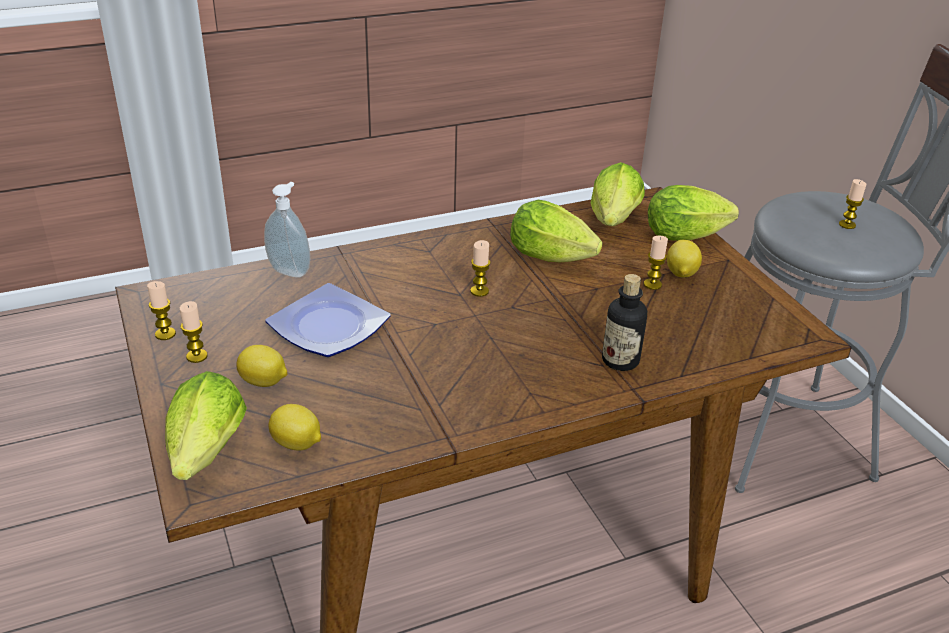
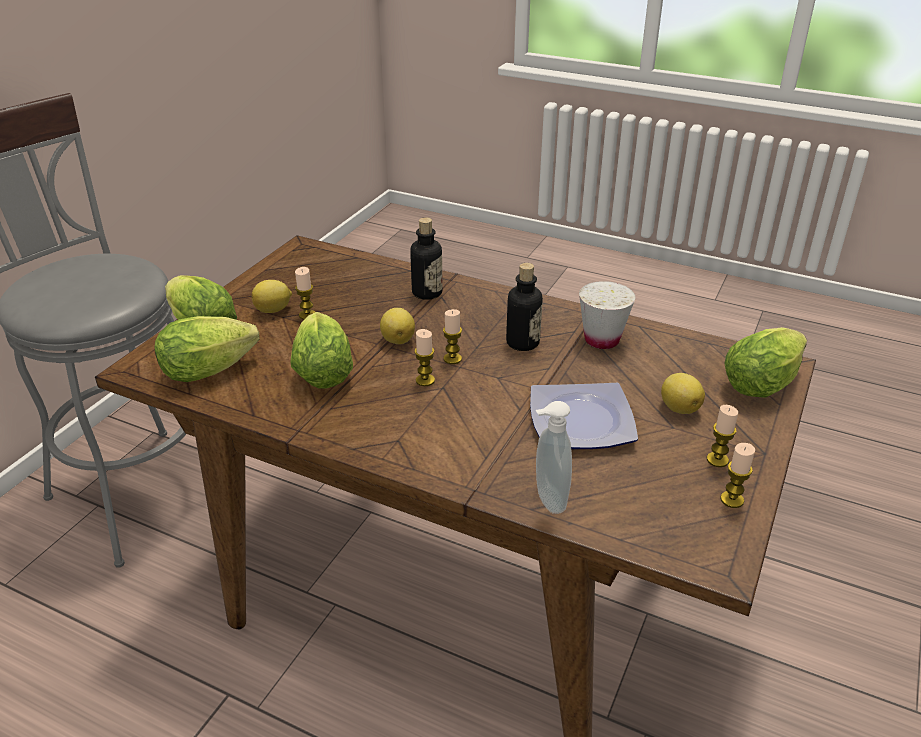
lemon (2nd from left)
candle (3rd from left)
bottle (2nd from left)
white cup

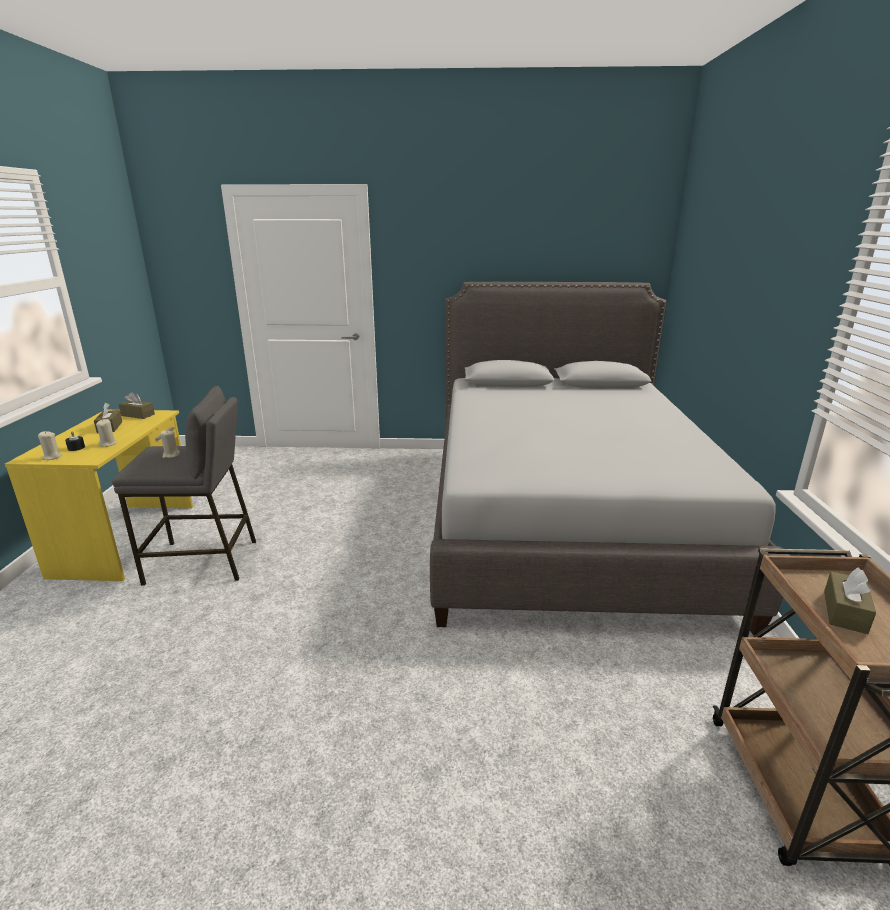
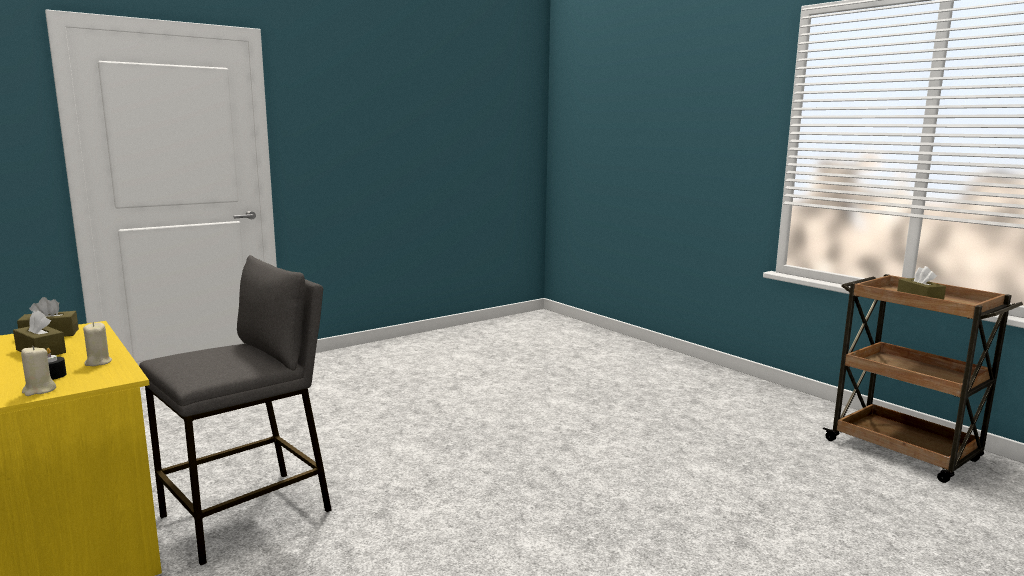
beige candle (3rd from left in the first image)
grey bed

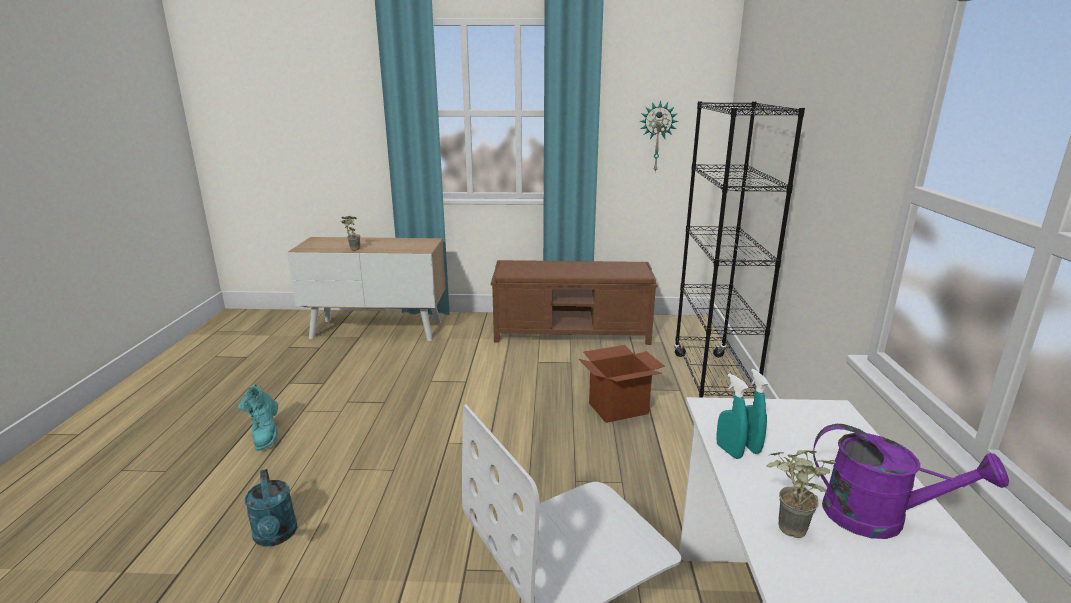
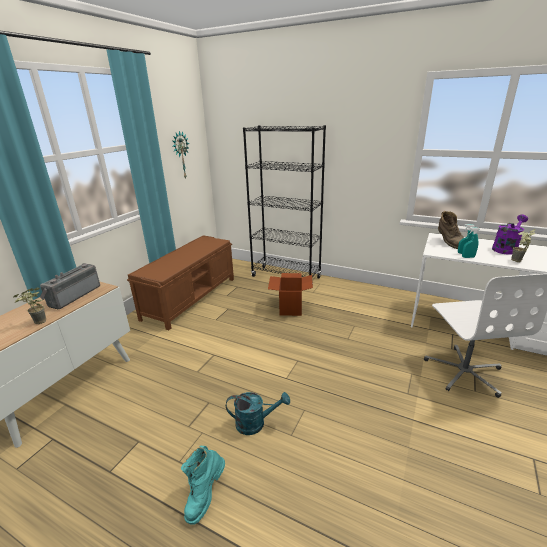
radio
turquoise boot
turquoise watering can
brown boot

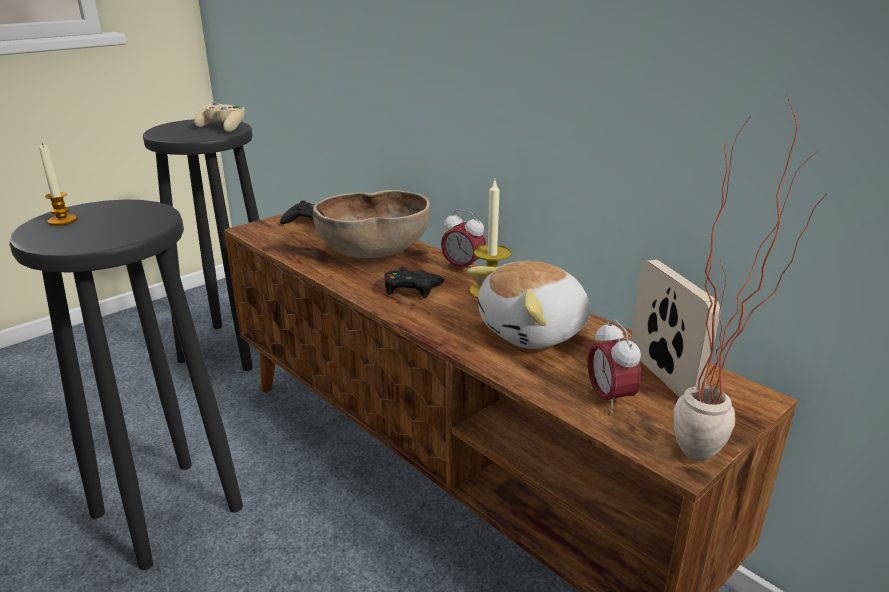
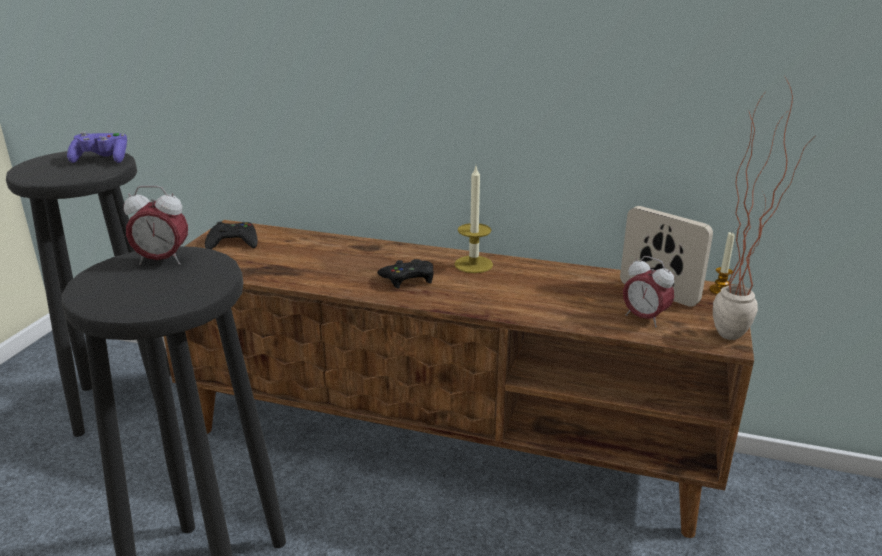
purple game controller
alarm clock (1st from left)
candle (2nd from left)
brown bowl
plush toy

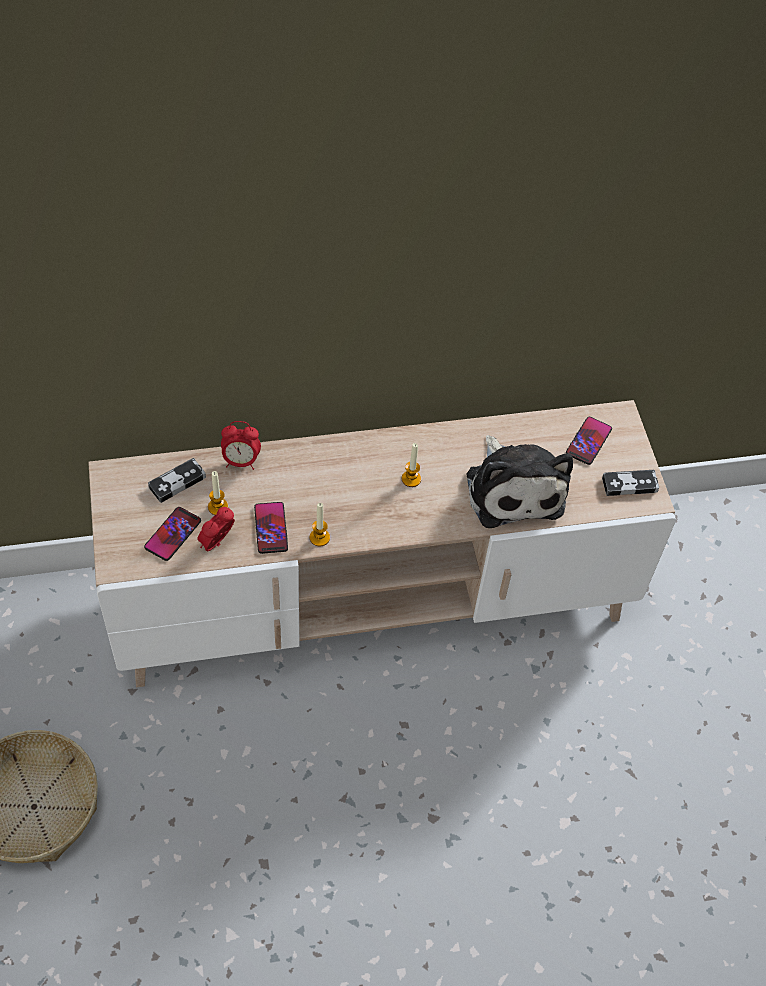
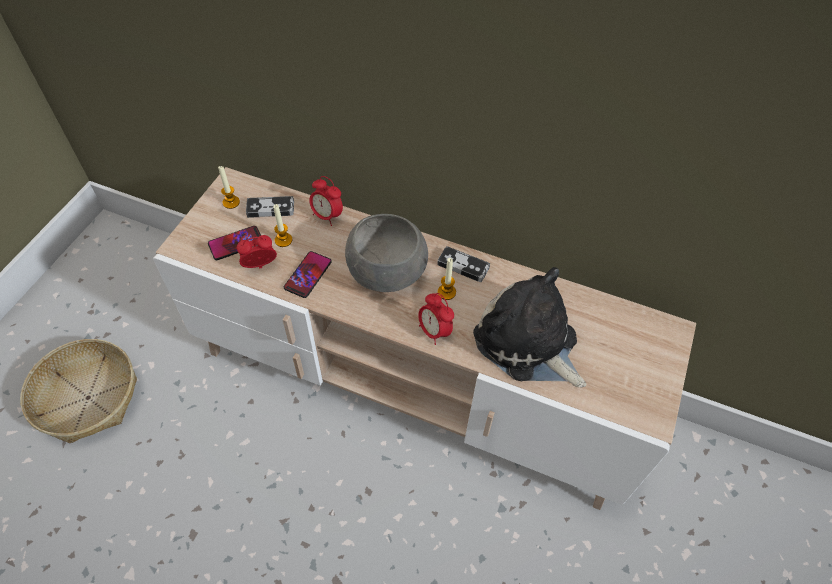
candle (1st from left)
grey bowl
alarm clock (3rd from left)
game controller (2nd from left)
plush toy
phone (3rd from left in the first image)

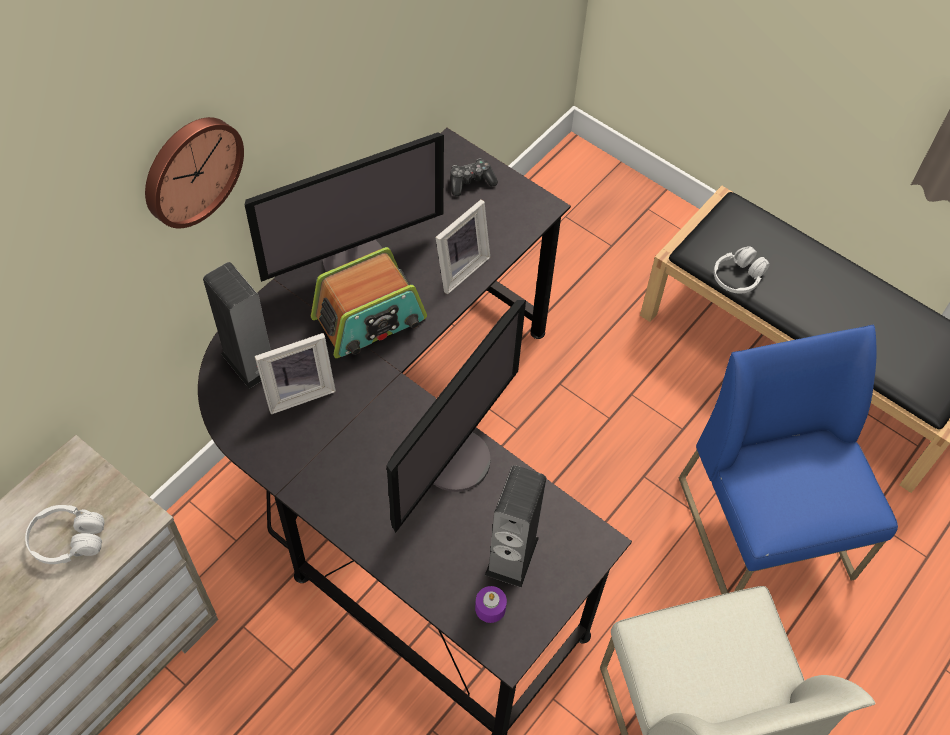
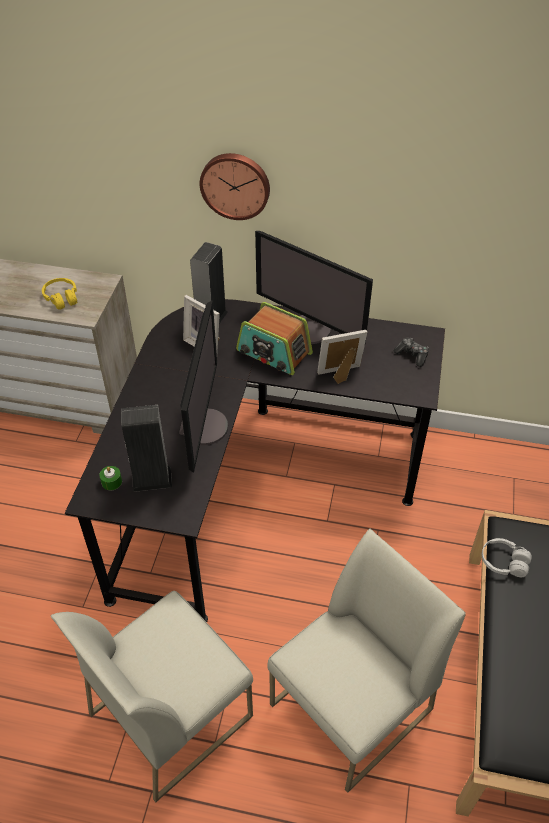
yellow headphones
green candle
monitor (1st from left)
white chair (2nd from left)
picture frame (2nd from left)

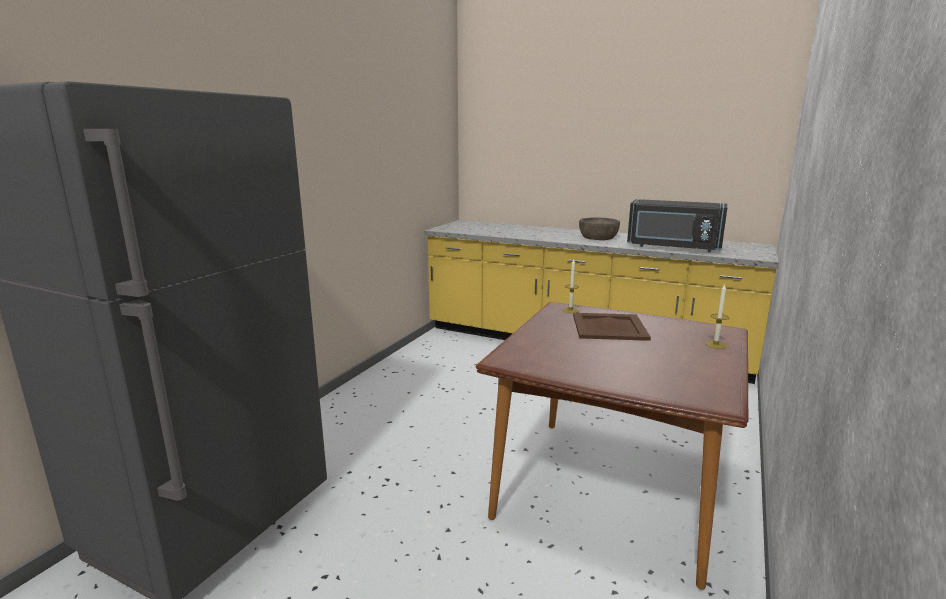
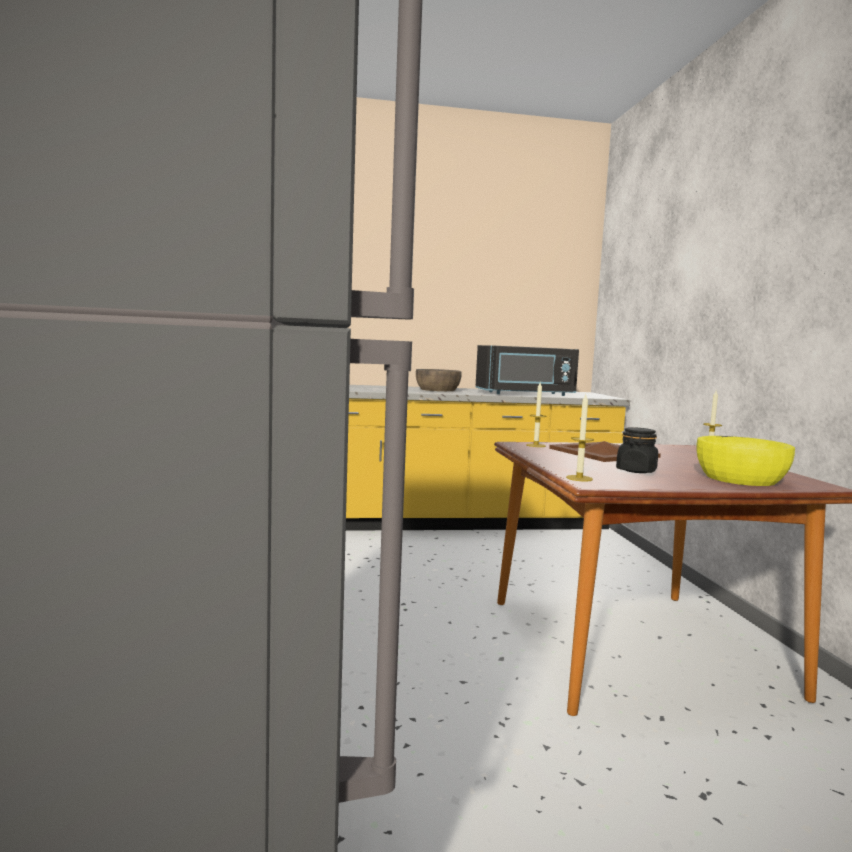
candle (2nd from left)
black jar
yellow bowl

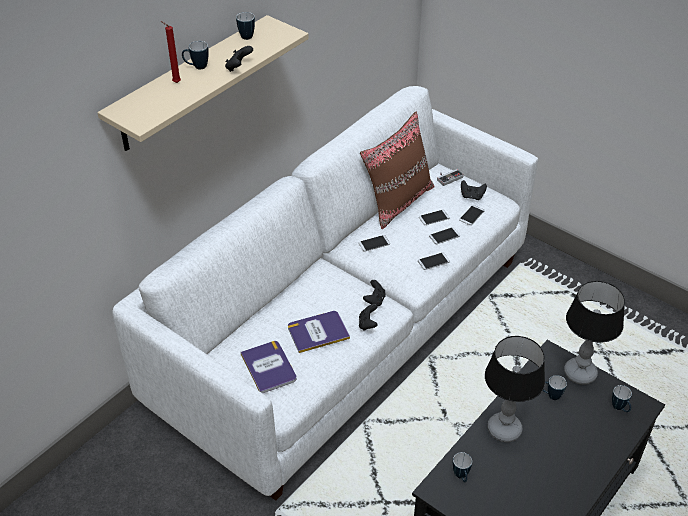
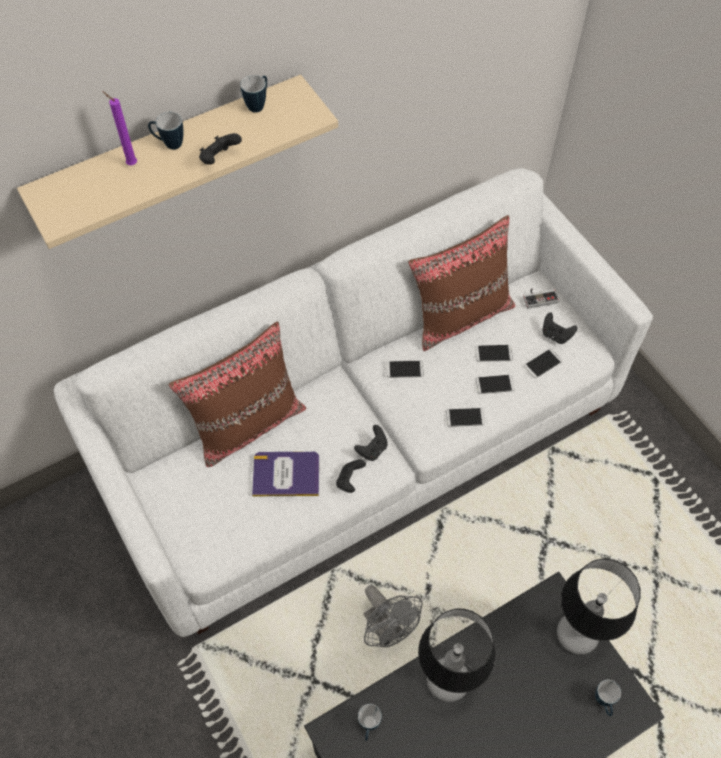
purple candle
brown pillow (1st from left)
grey fan
book (1st from left in the first image)
mug (4th from left in the first image)

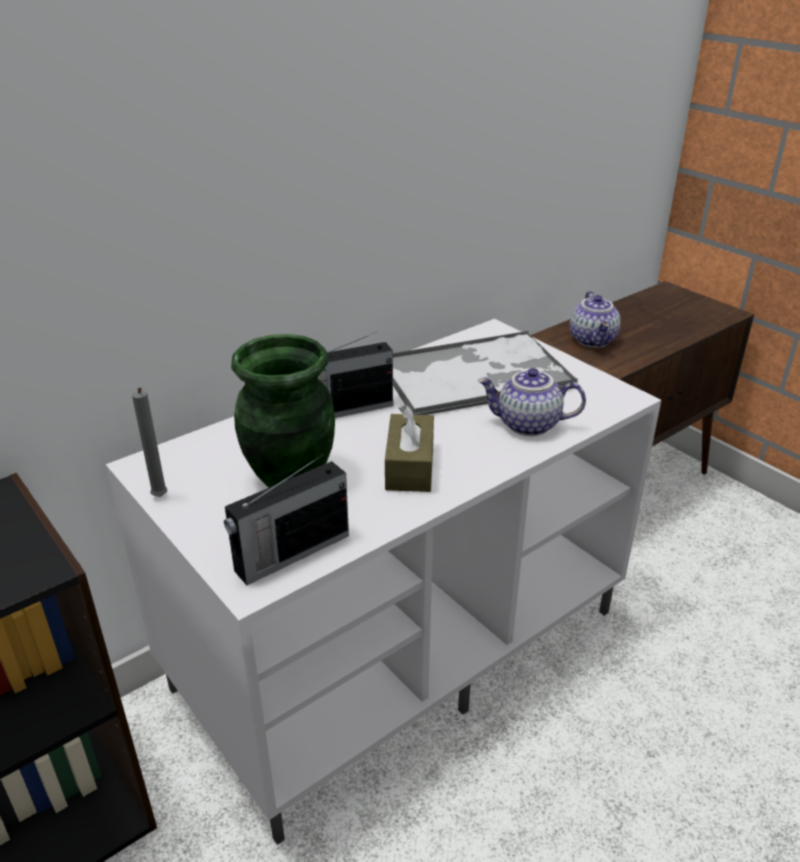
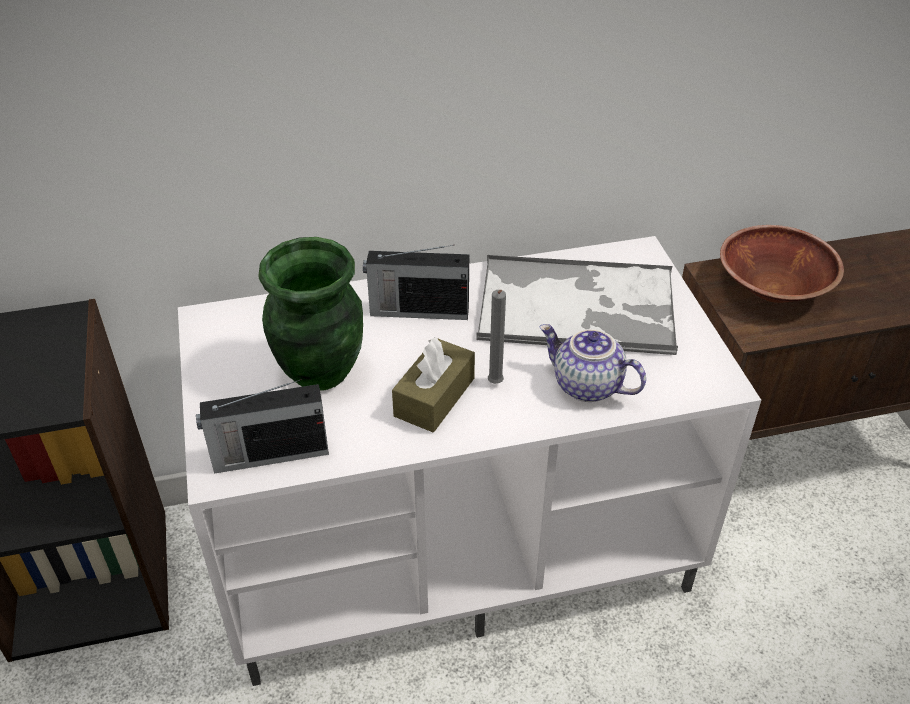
grey candle
brown bowl

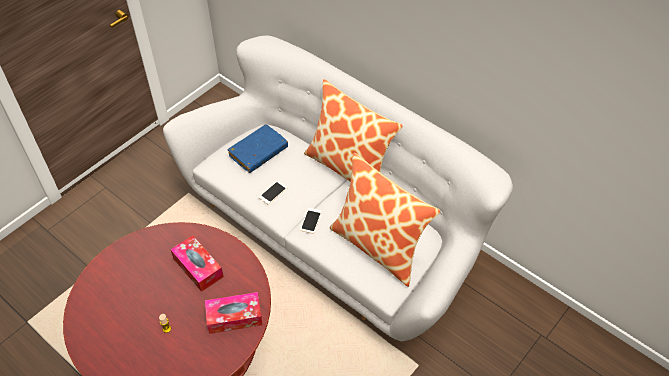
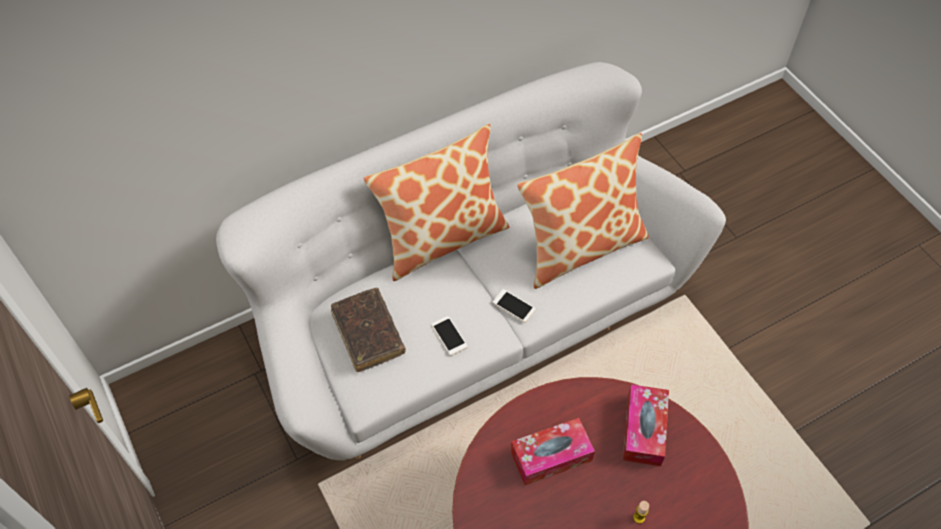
brown book

